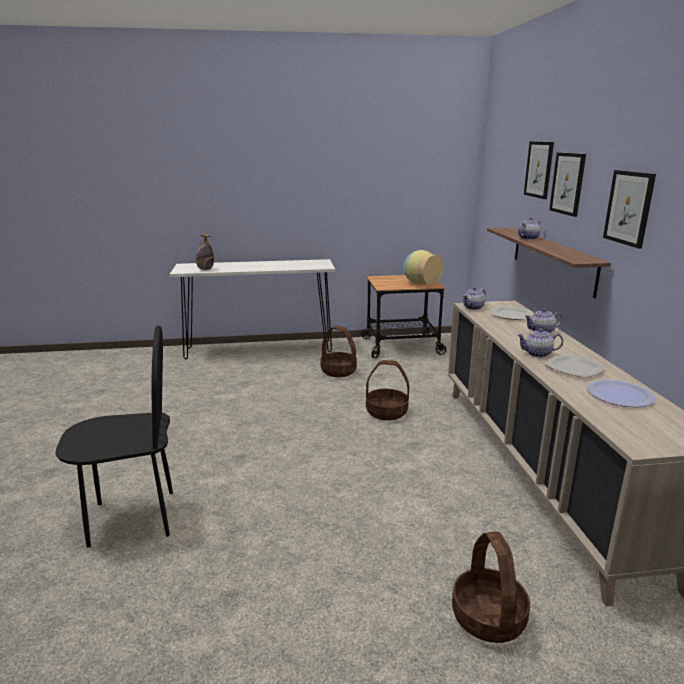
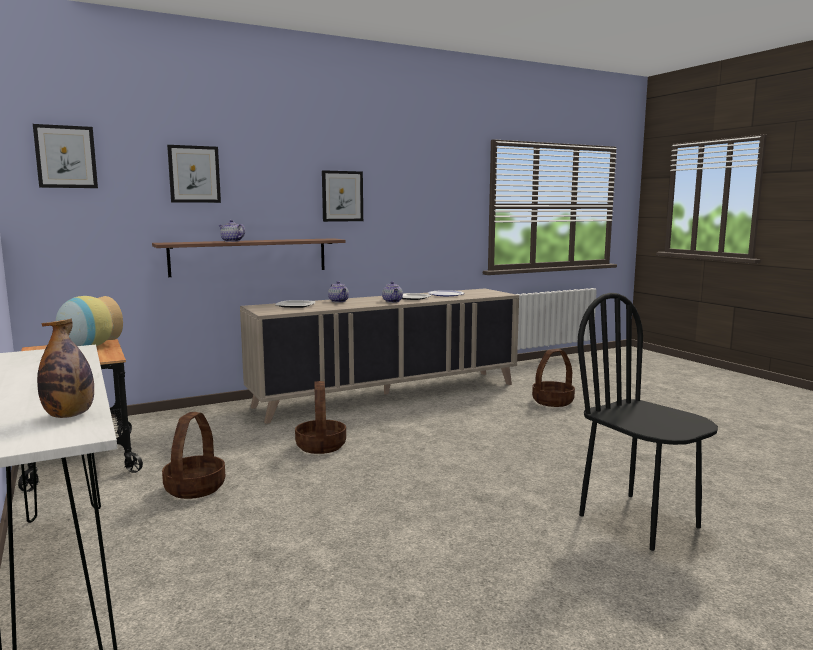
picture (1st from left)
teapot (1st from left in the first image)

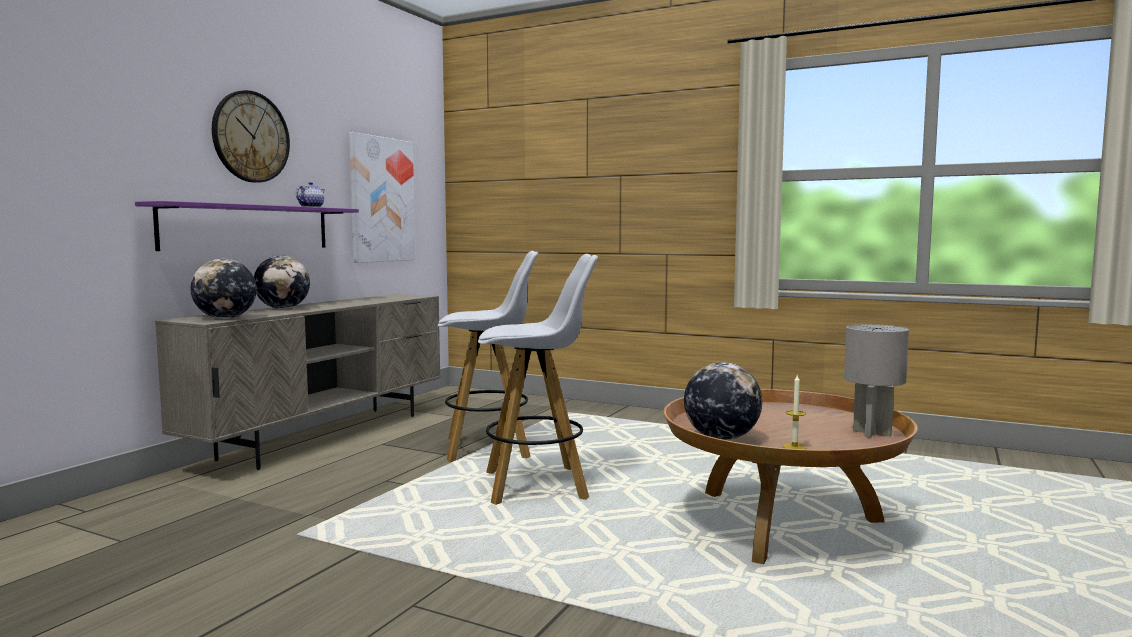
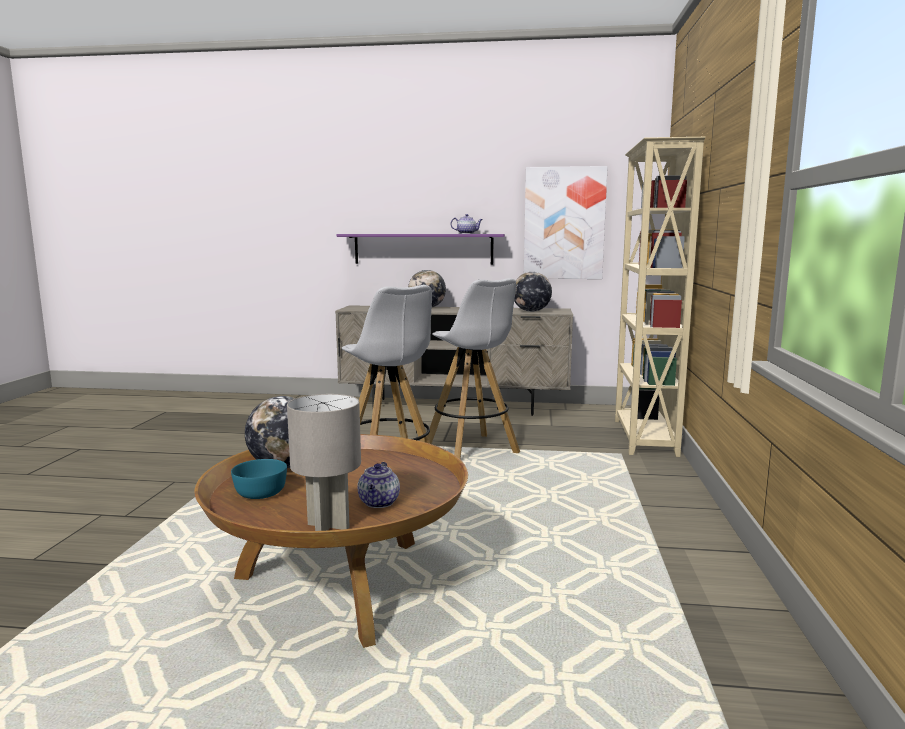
turquoise bowl
teapot (1st from left)
globe (3rd from left)
beige bookcase
wall clock

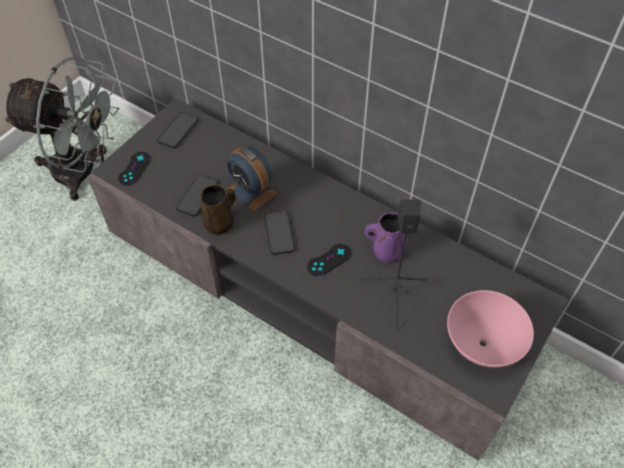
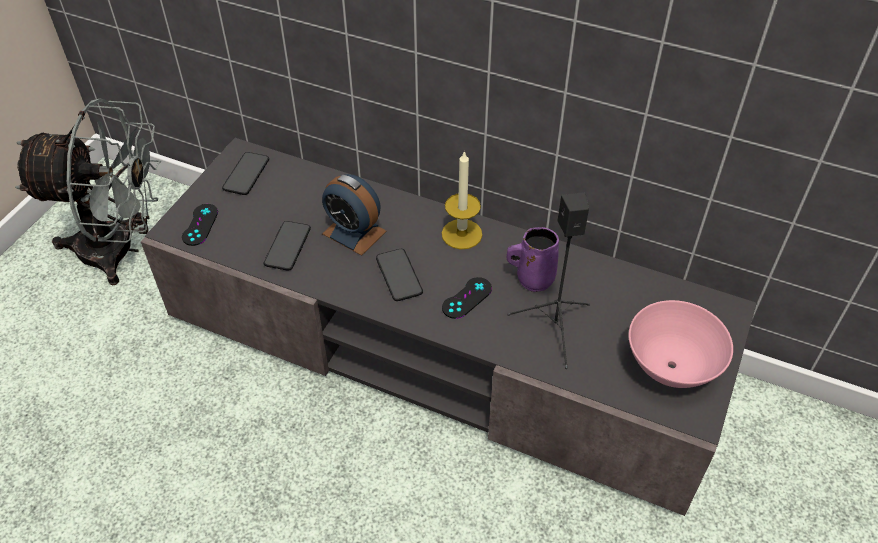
candle
brown mug

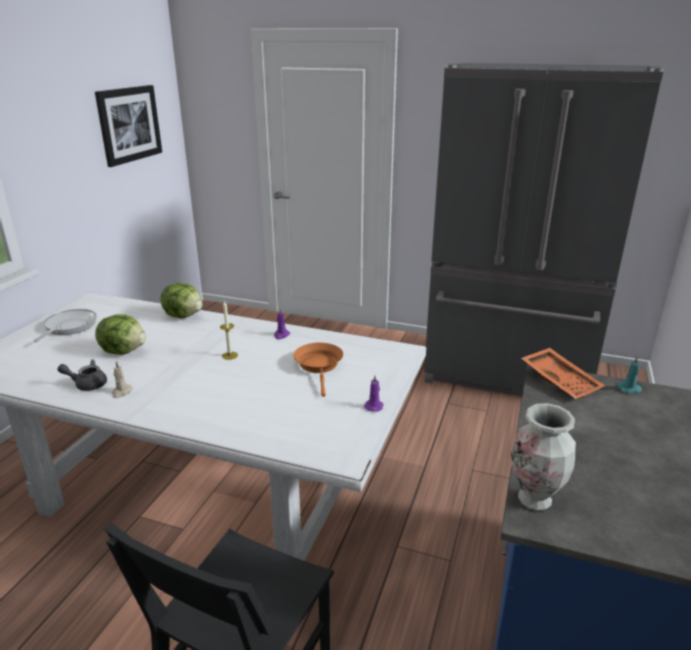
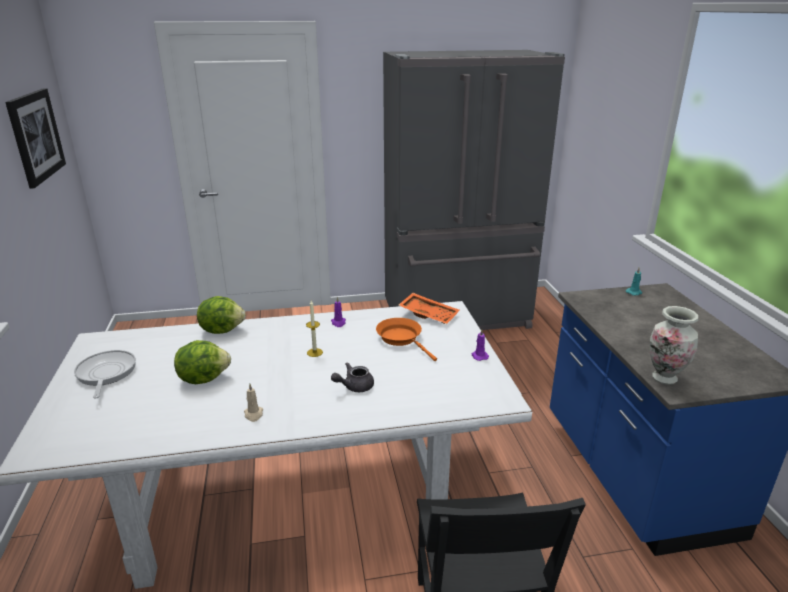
grey teapot
orange tray

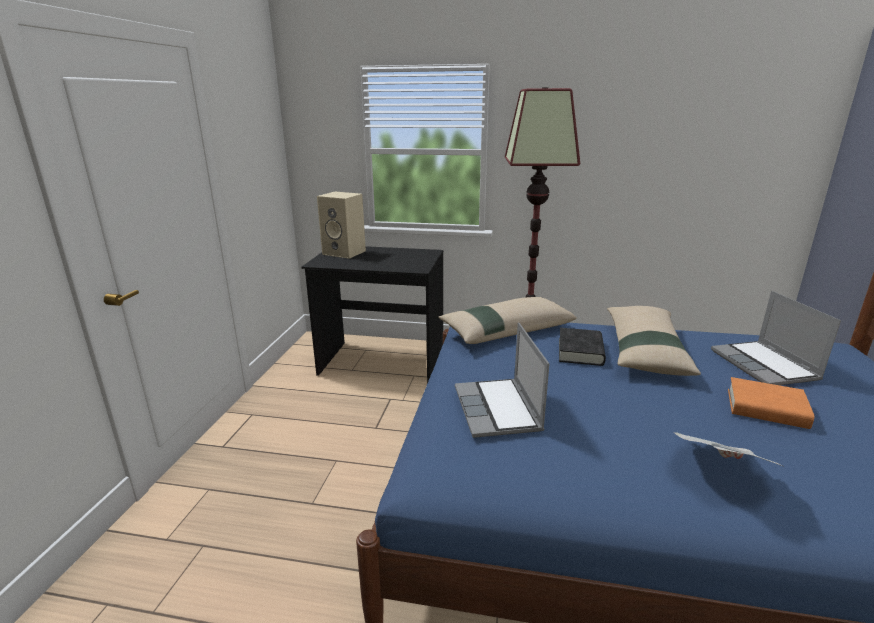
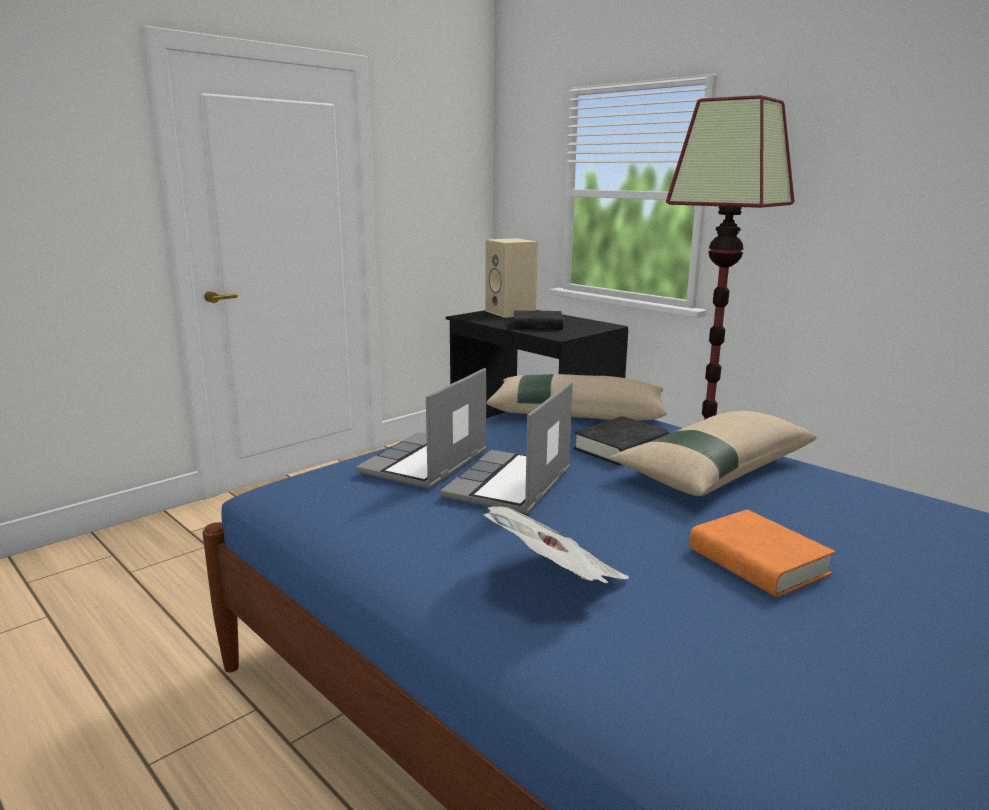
laptop (2nd from left)
black book (1st from left)

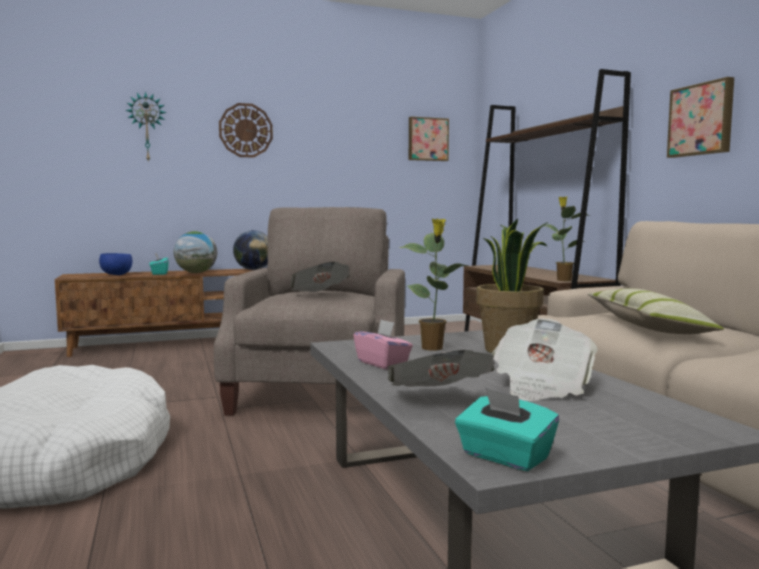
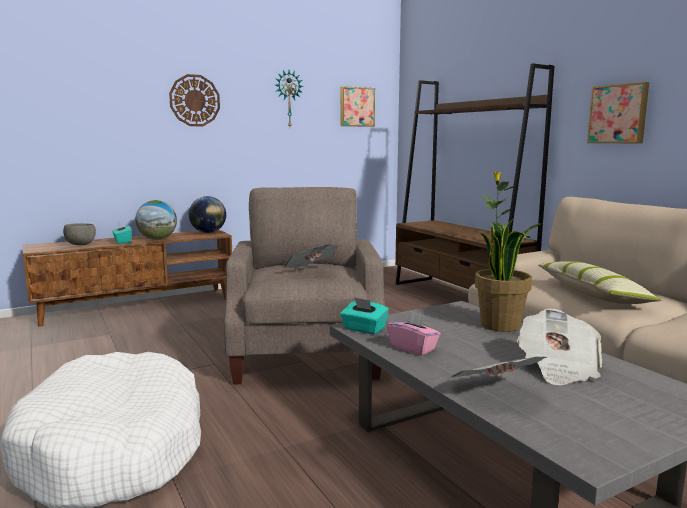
grey bowl
wall clock (2nd from left)
turquoise tissue box (2nd from left)
potted plant (1st from left in the first image)

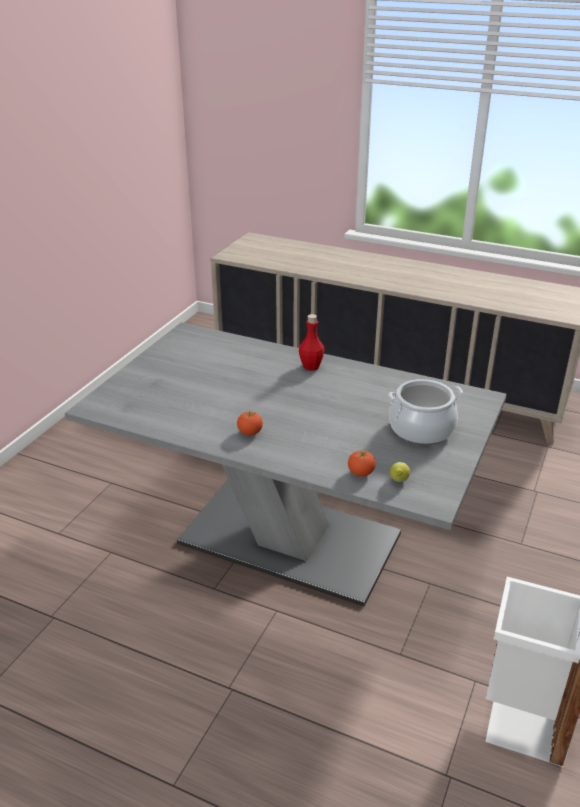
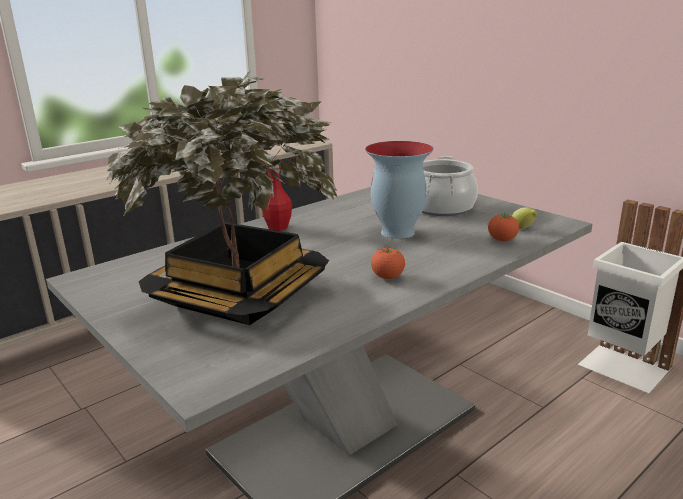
potted plant
vase

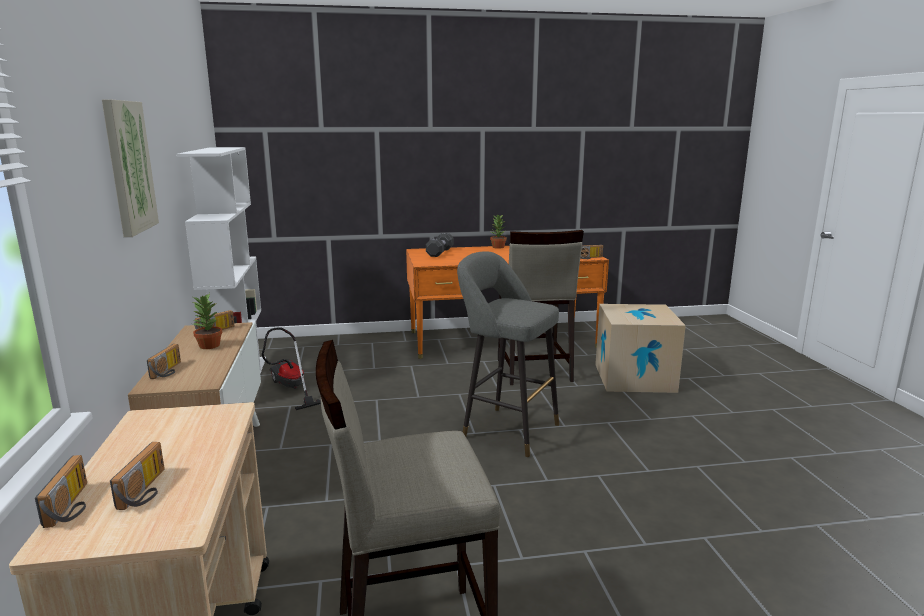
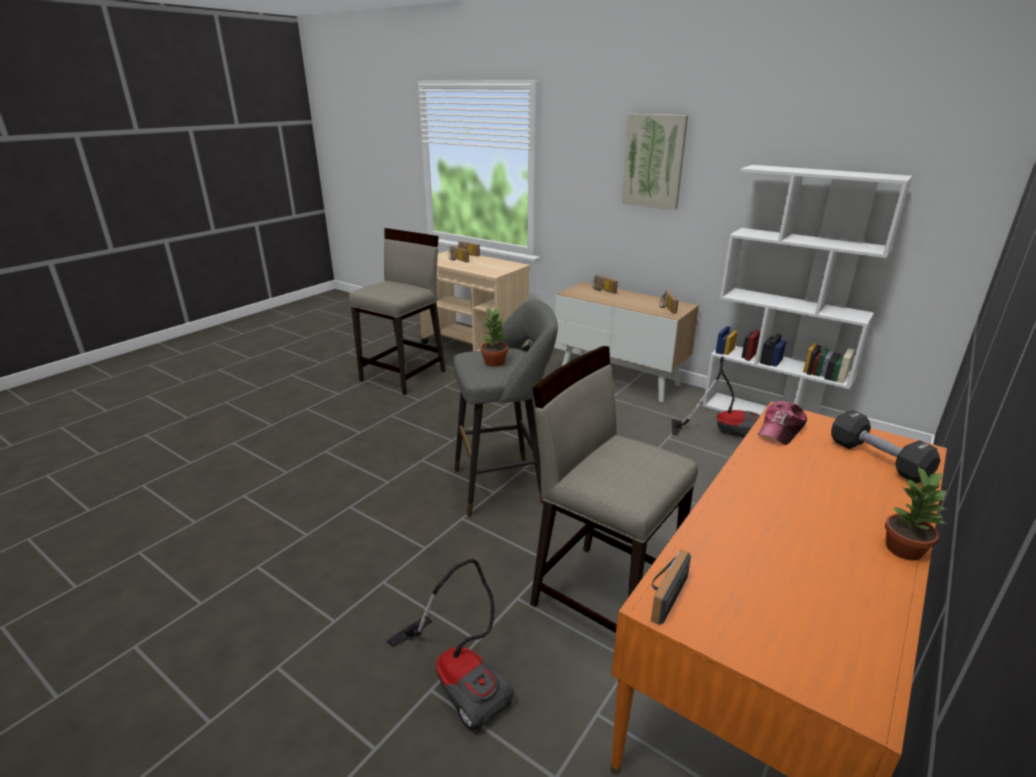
vacuum cleaner (1st from left)
potted plant (1st from left)
cap

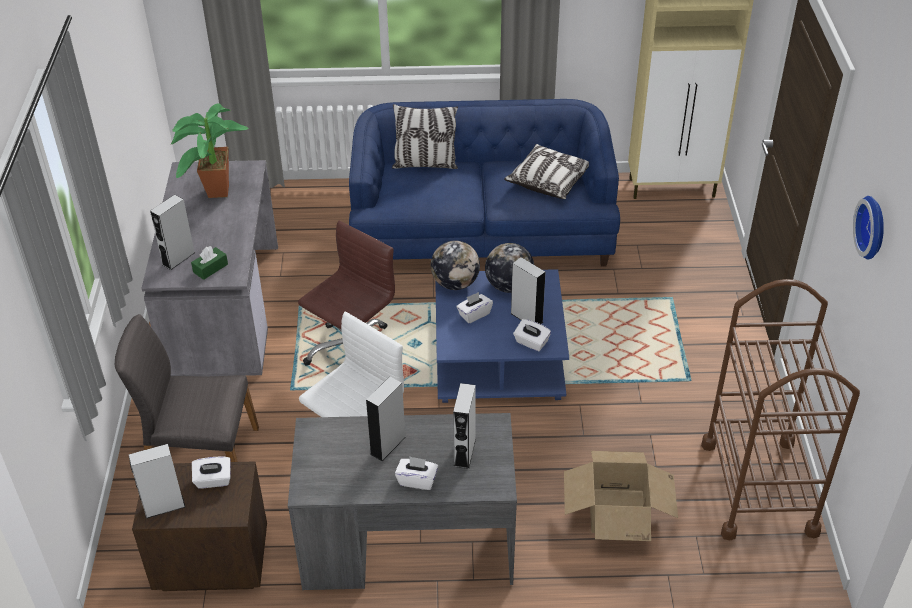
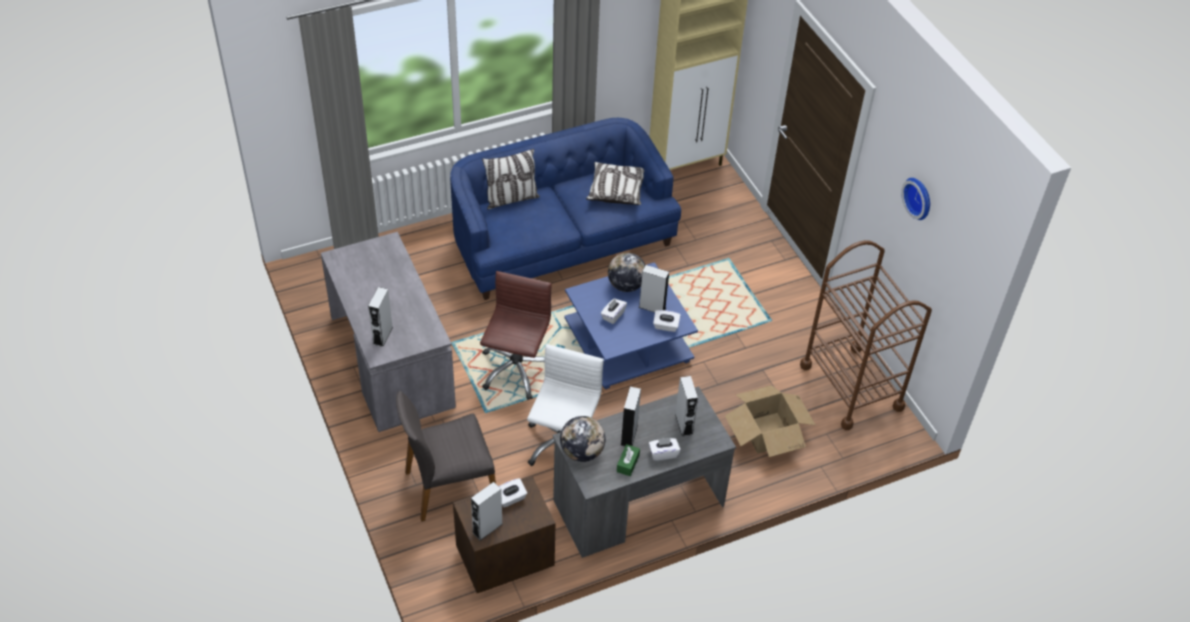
globe (1st from left)
green tissue box
potted plant

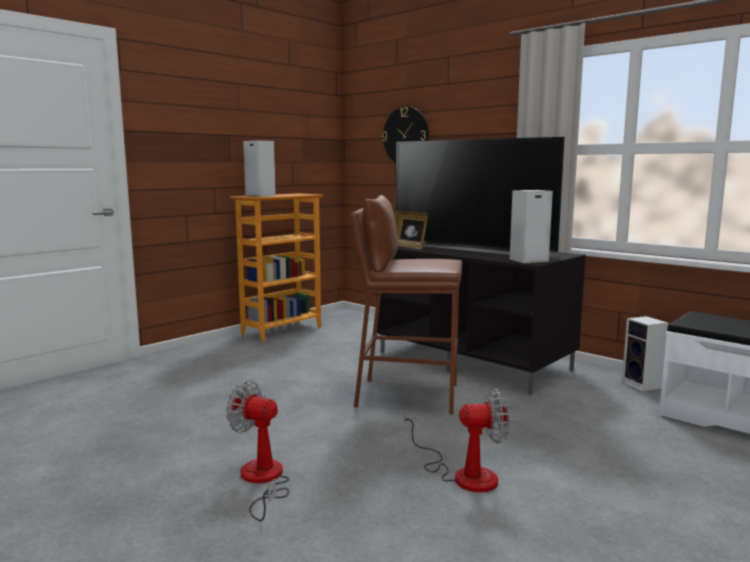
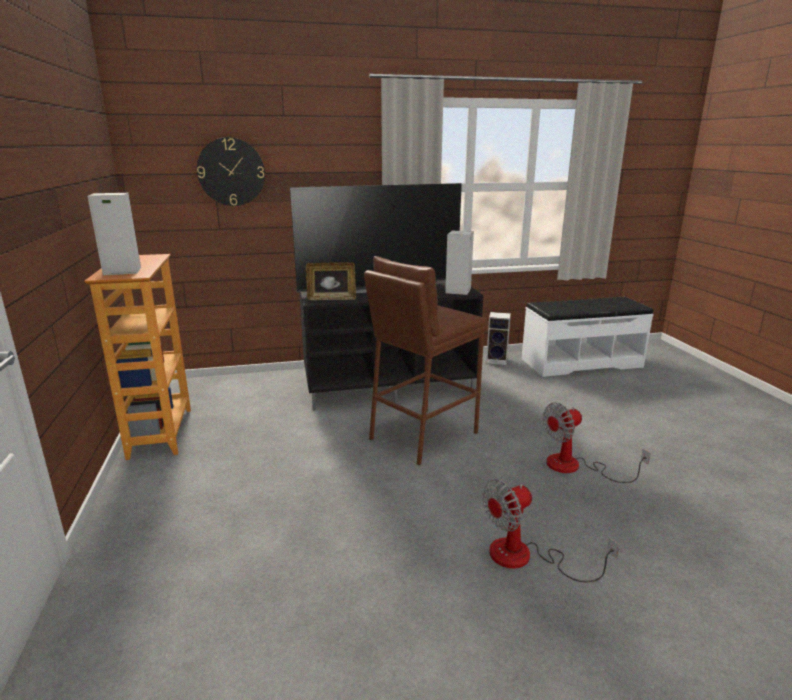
fan (2nd from left)

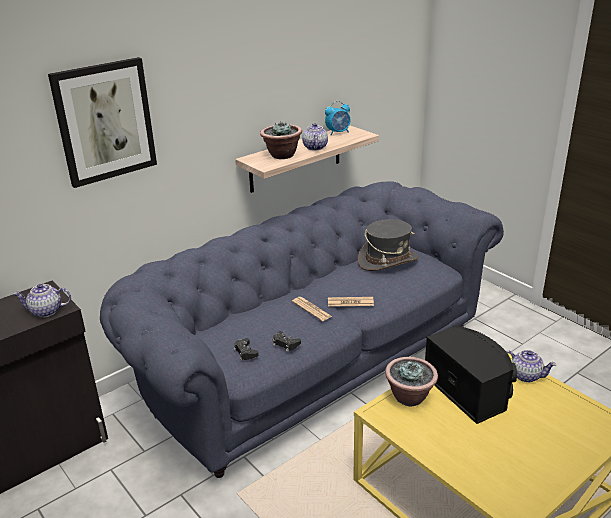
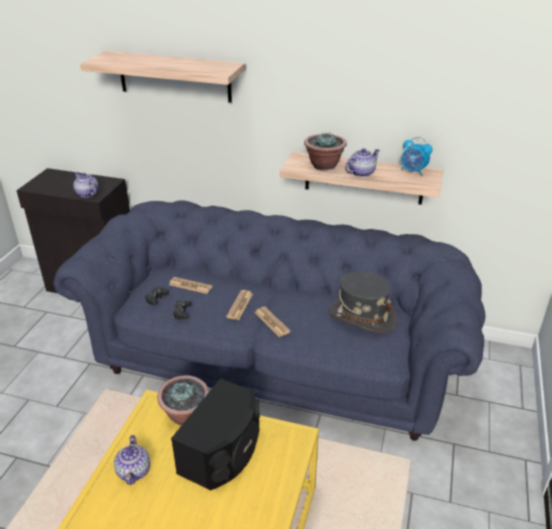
shelf (1st from left)
teapot (2nd from left)
newspaper (1st from left)

